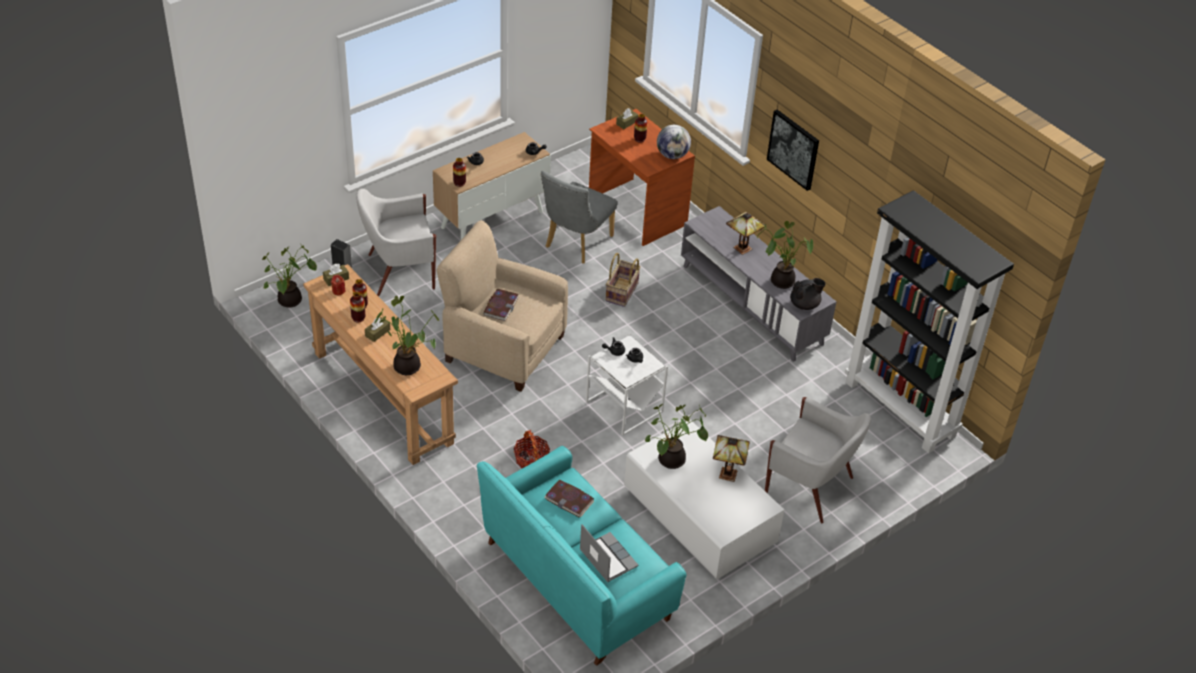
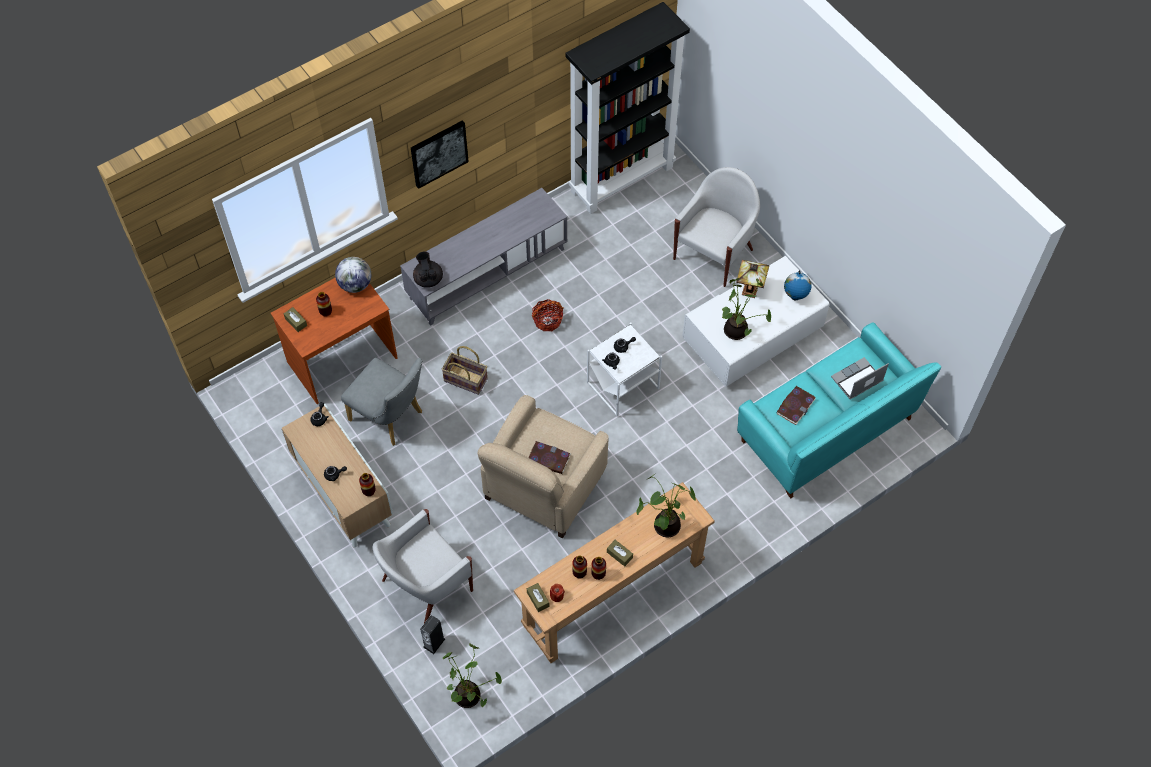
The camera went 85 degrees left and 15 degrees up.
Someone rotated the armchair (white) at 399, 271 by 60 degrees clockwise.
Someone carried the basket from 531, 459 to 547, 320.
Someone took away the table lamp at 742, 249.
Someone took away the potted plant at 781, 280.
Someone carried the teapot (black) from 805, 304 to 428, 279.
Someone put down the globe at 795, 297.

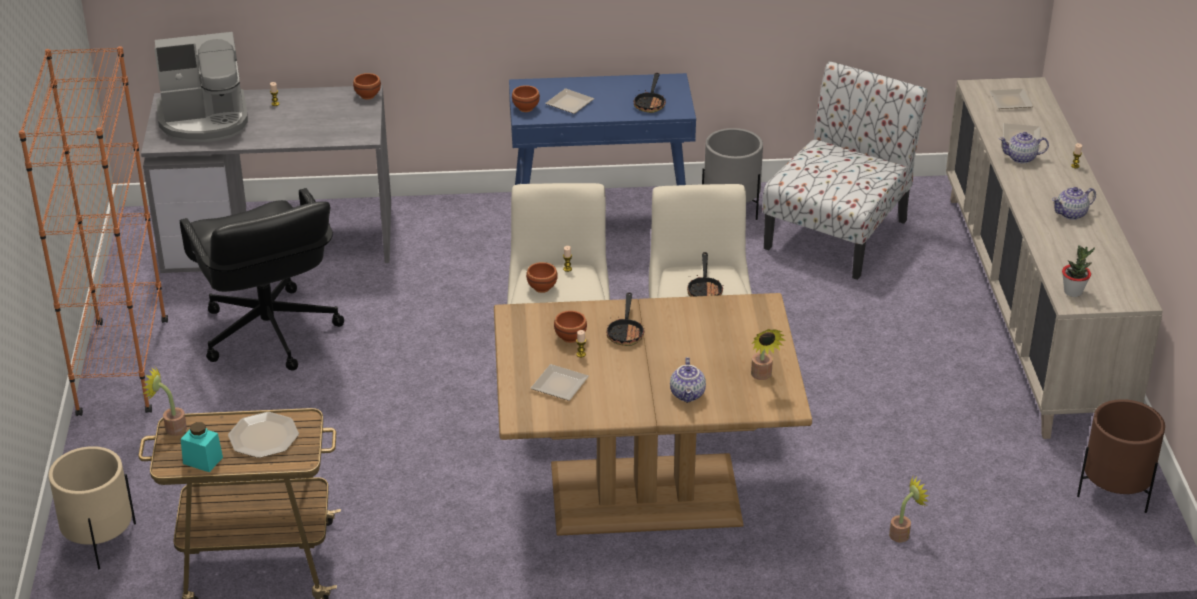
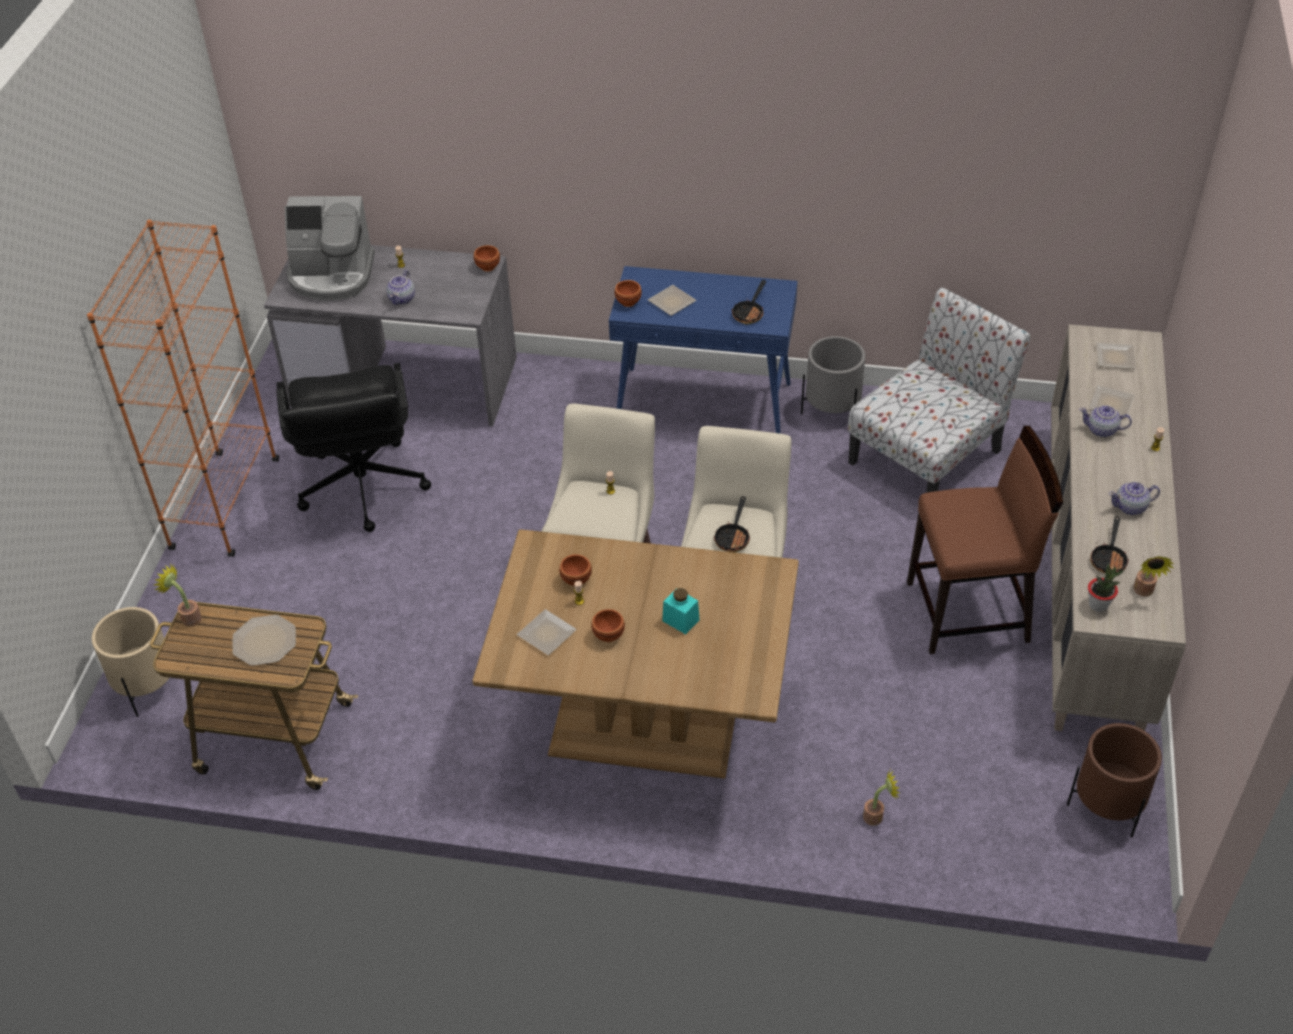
The camera went 15 degrees right and 10 degrees up.
Someone carried the jar (turquoise) from 203, 460 to 680, 620.
Someone carried the bowl (brown) from 541, 287 to 608, 634.
Someone carried the frying pan from 626, 332 to 1109, 558.
Someone carried the teapot from 688, 394 to 402, 299.
Someone carried the potted plant from 762, 376 to 1144, 592.
Someone put down the chair (brown) at 969, 612.

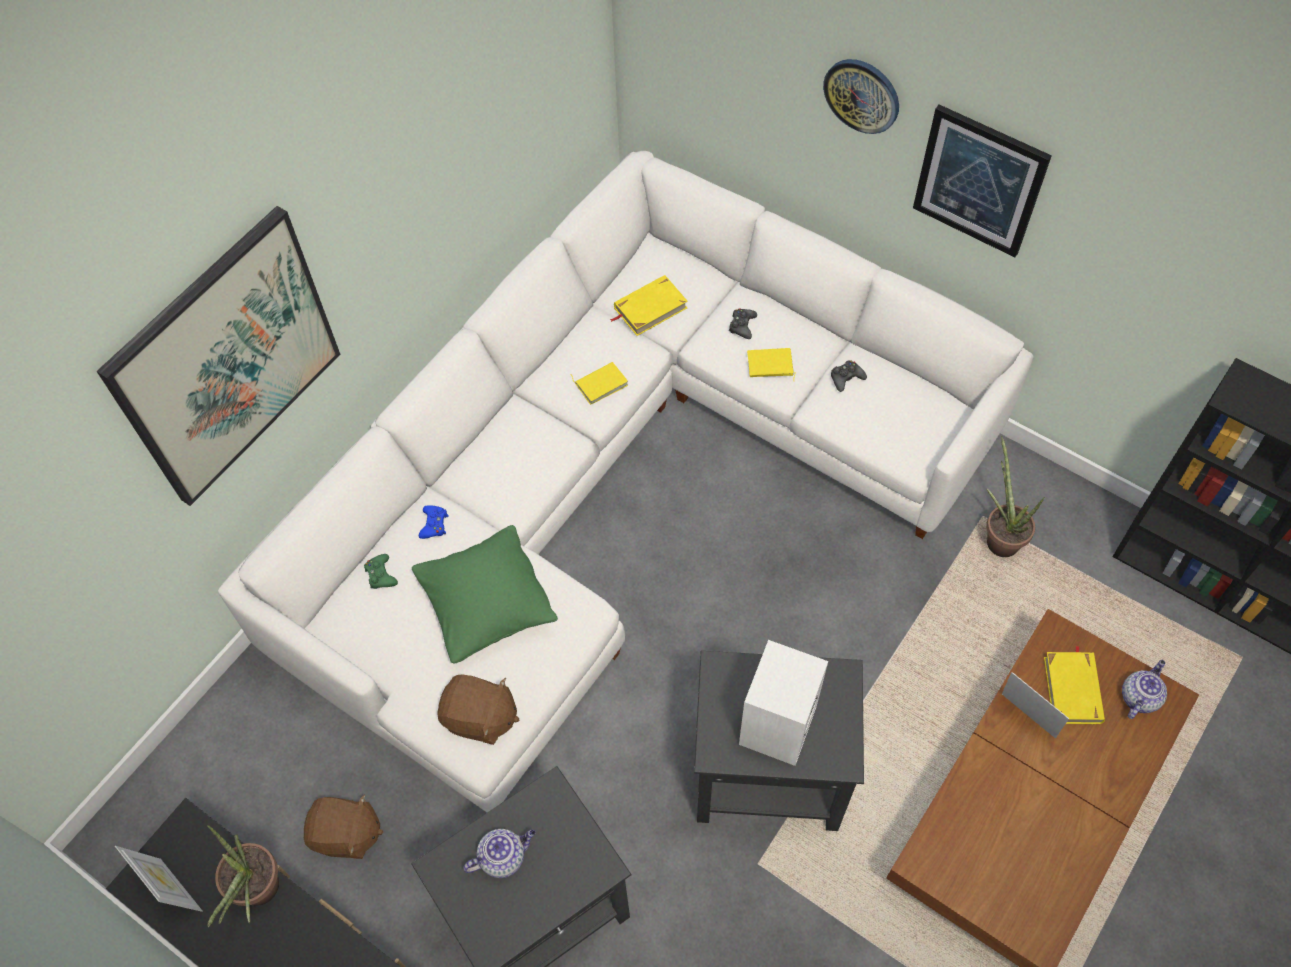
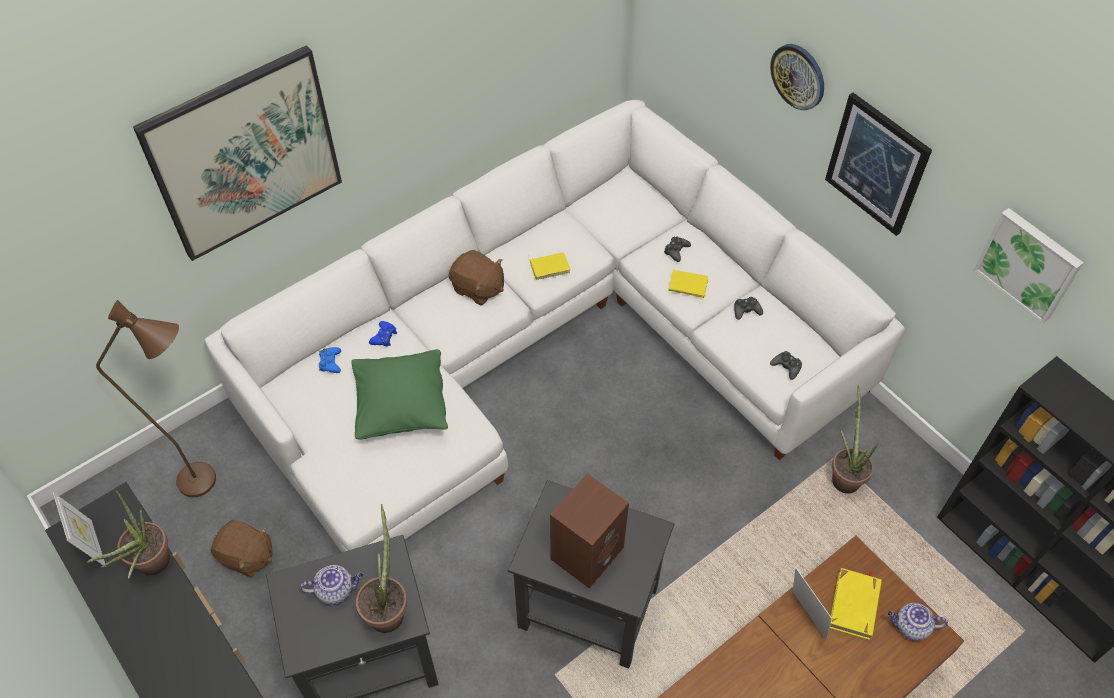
The camera went 15 degrees right and 5 degrees down.
Someone repainted the game controller (green) at 381, 575, which became the game controller (blue) at 330, 363.
Someone carried the plush toy (brown) from 480, 718 to 478, 288.
Someone took away the book (yellow) at 650, 308.
Someone repainted the speaker (white) at 776, 722, which became the speaker (brown) at 587, 551.
Someone rotated the teapot at 1139, 696 by 135 degrees counterclockwise.
Someone put down the floor lamp (brown) at 210, 483.
Someone put down the potted plant at 388, 608.
Someone put down the game controller (black) at 786, 367.
Someone put up the picture at 1029, 264.

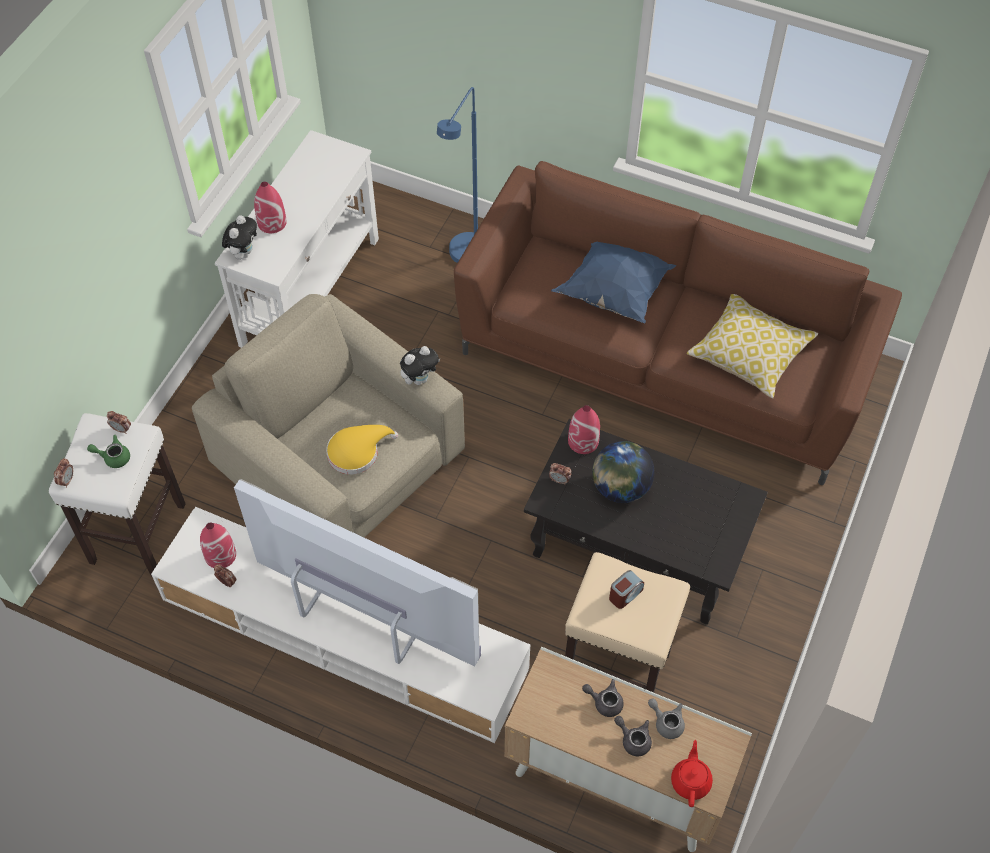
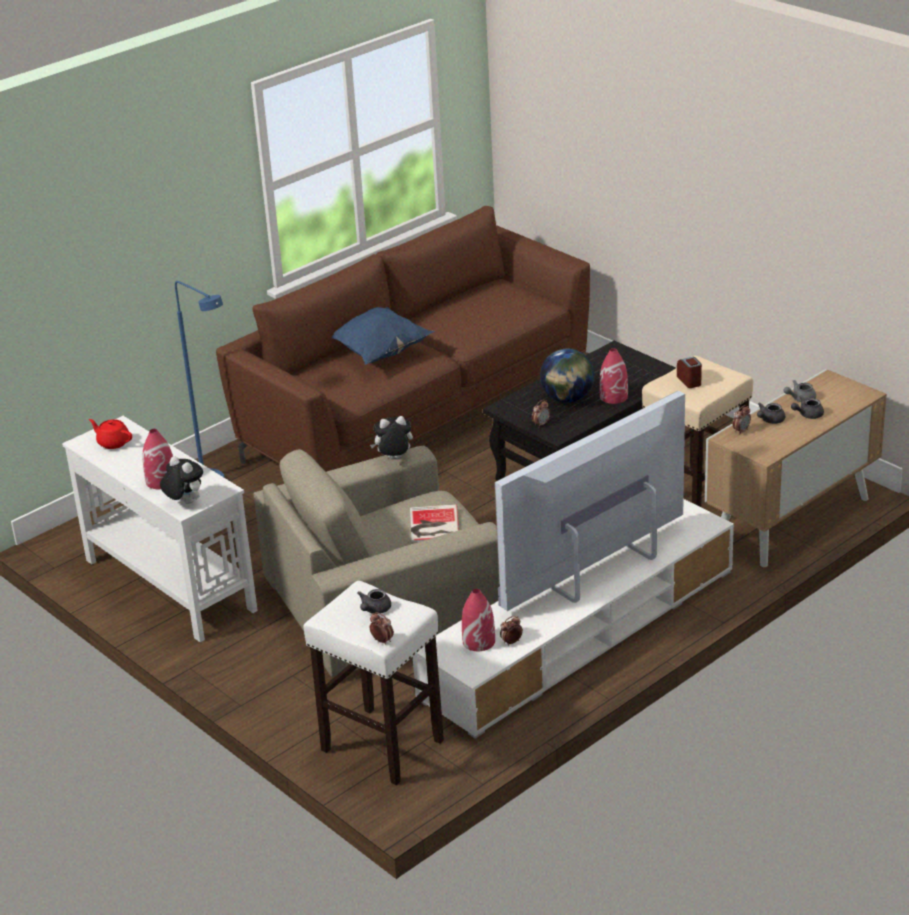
The camera went 65 degrees left and 25 degrees down.
Someone repainted the teapot (green) at 113, 457, which became the teapot (grey) at 374, 610.
Someone carried the alarm clock from 122, 429 to 741, 431.
Someone swapped the hat (yellow) at 357, 451 for the book at 433, 525.
Someone rotated the plush toy at 420, 379 by 90 degrees counterclockwise.
Someone carried the vase (red) from 583, 441 to 614, 396.
Someone carried the teapot (red) from 691, 781 to 113, 442.
Someone took away the pillow at 749, 354.

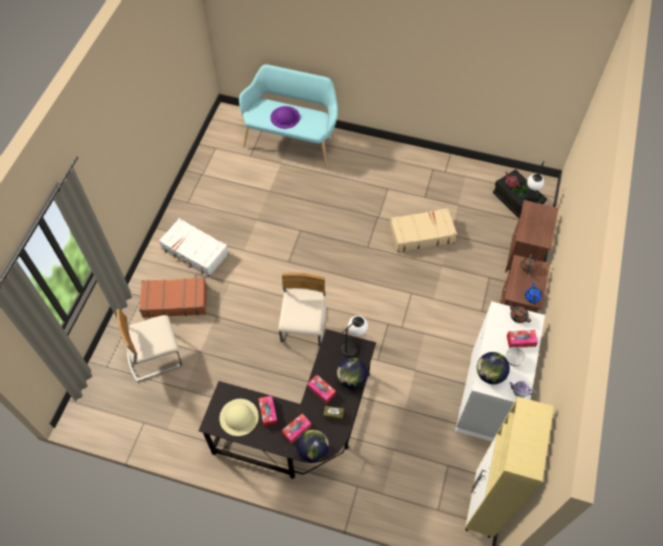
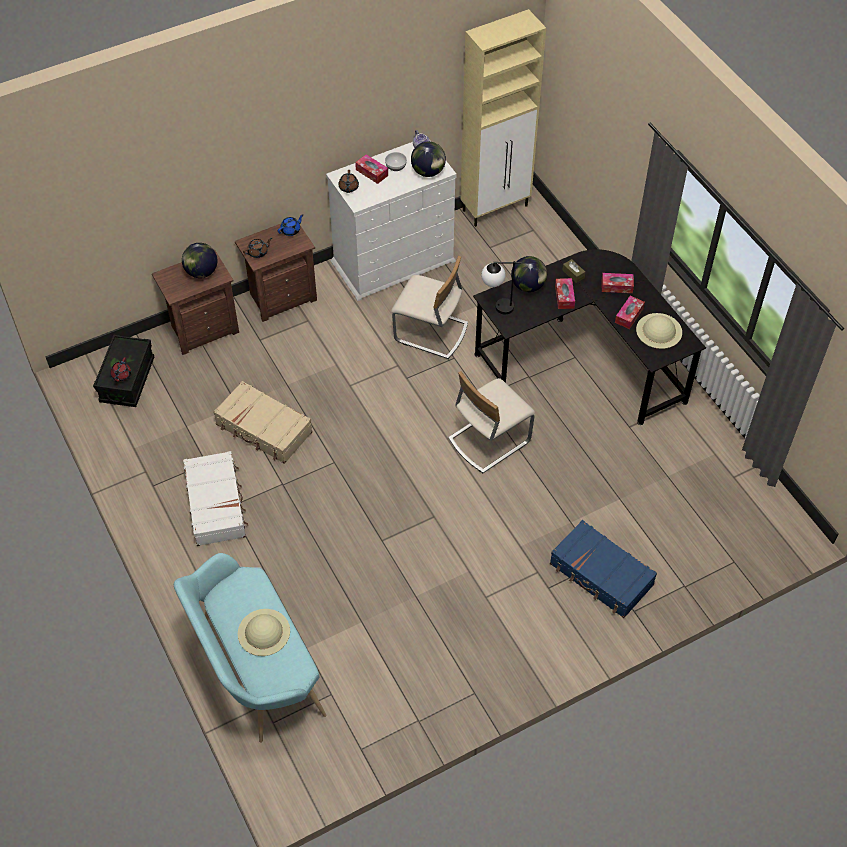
The camera went 135 degrees left and 5 degrees down.
Someone carried the chair (beige) from 154, 356 to 431, 333.
Someone repainted the suitcase (brown) at 175, 301, which became the suitcase (blue) at 601, 575.
Someone carried the suitcase (white) from 195, 252 to 216, 504.
Someone repainted the hat (purple) at 285, 117, which became the hat (beige) at 264, 632.
Someone carried the globe from 313, 450 to 201, 272.
Someone took away the table lamp at 529, 199.

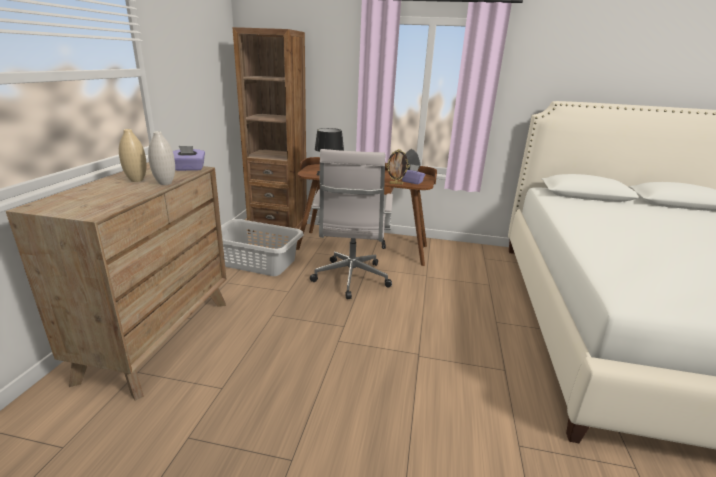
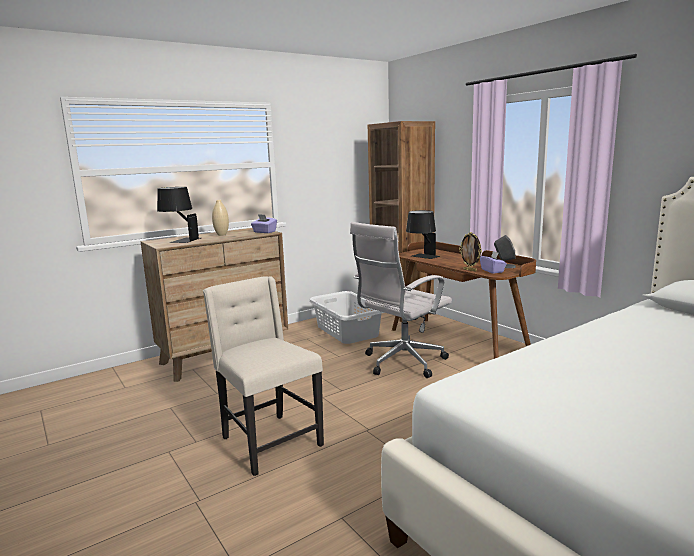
The camera went 45 degrees right and 10 degrees down.
Someone took away the vase (white) at 165, 183.
Someone put down the table lamp (black) at 180, 240.
Someone put down the chair (beige) at 269, 442.

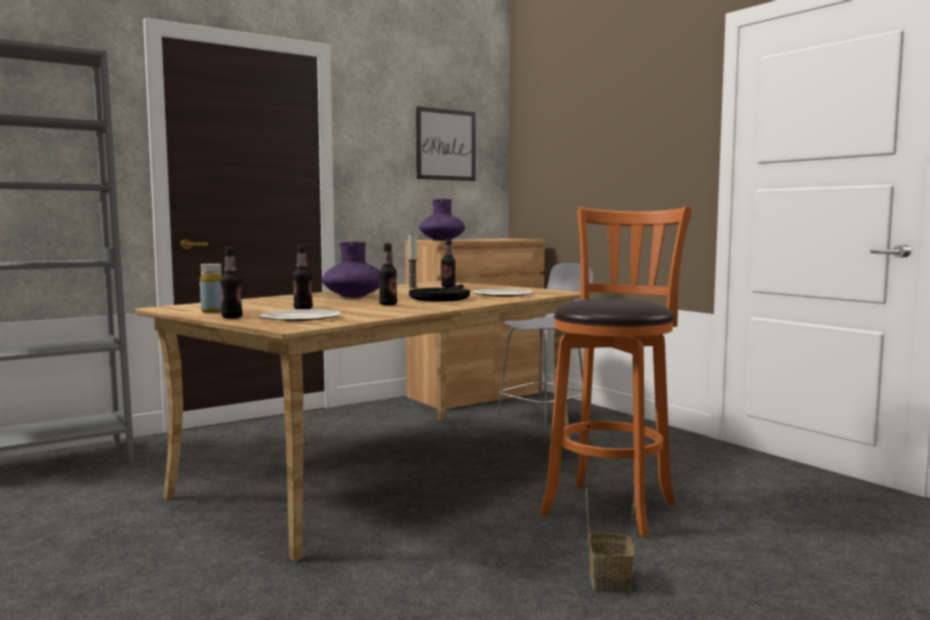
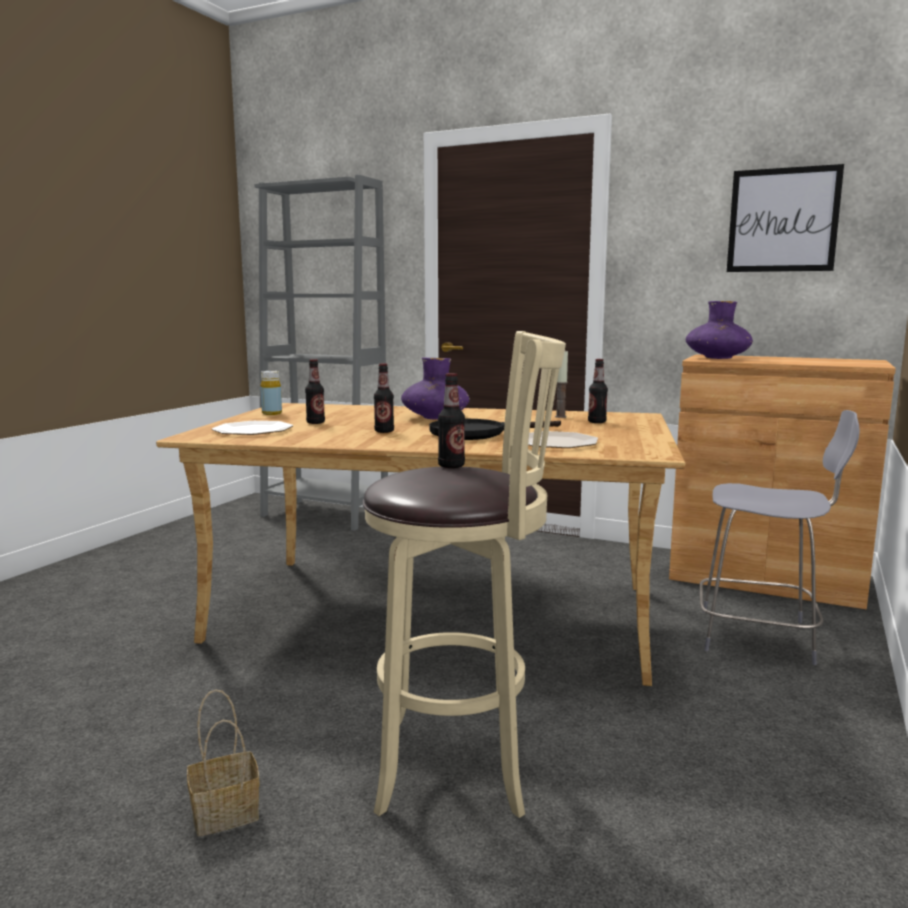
The camera went 60 degrees right and 5 degrees up.
Someone carried the bottle from 232, 317 to 451, 466.
Someone repainted the stool (orange) at 611, 506, which became the stool (beige) at 462, 764.

